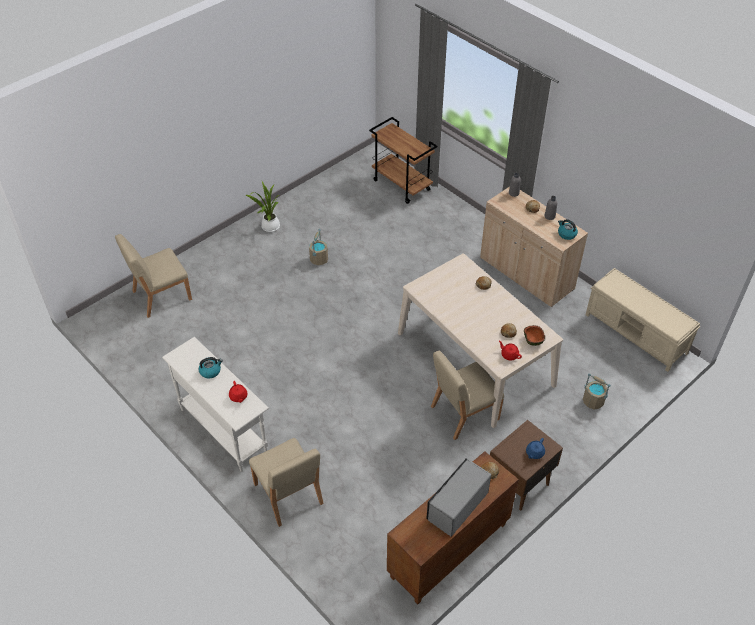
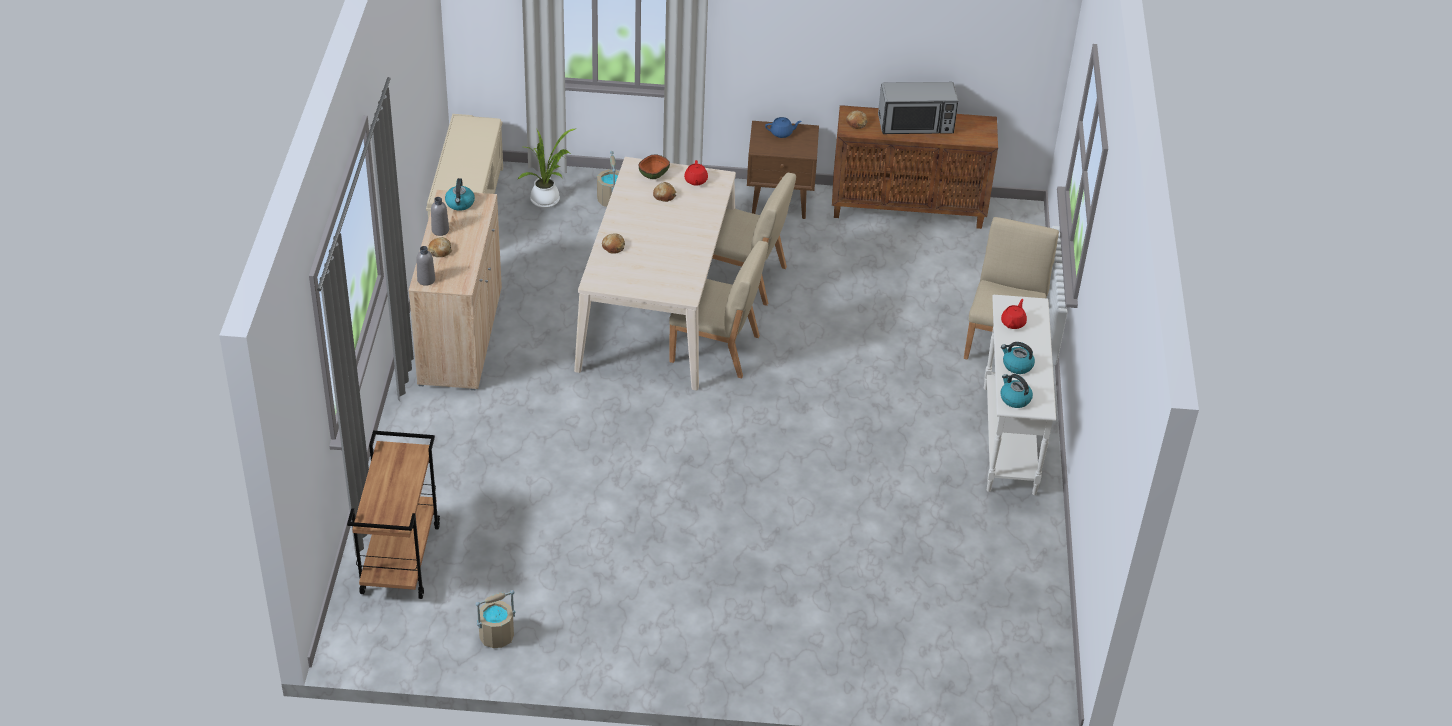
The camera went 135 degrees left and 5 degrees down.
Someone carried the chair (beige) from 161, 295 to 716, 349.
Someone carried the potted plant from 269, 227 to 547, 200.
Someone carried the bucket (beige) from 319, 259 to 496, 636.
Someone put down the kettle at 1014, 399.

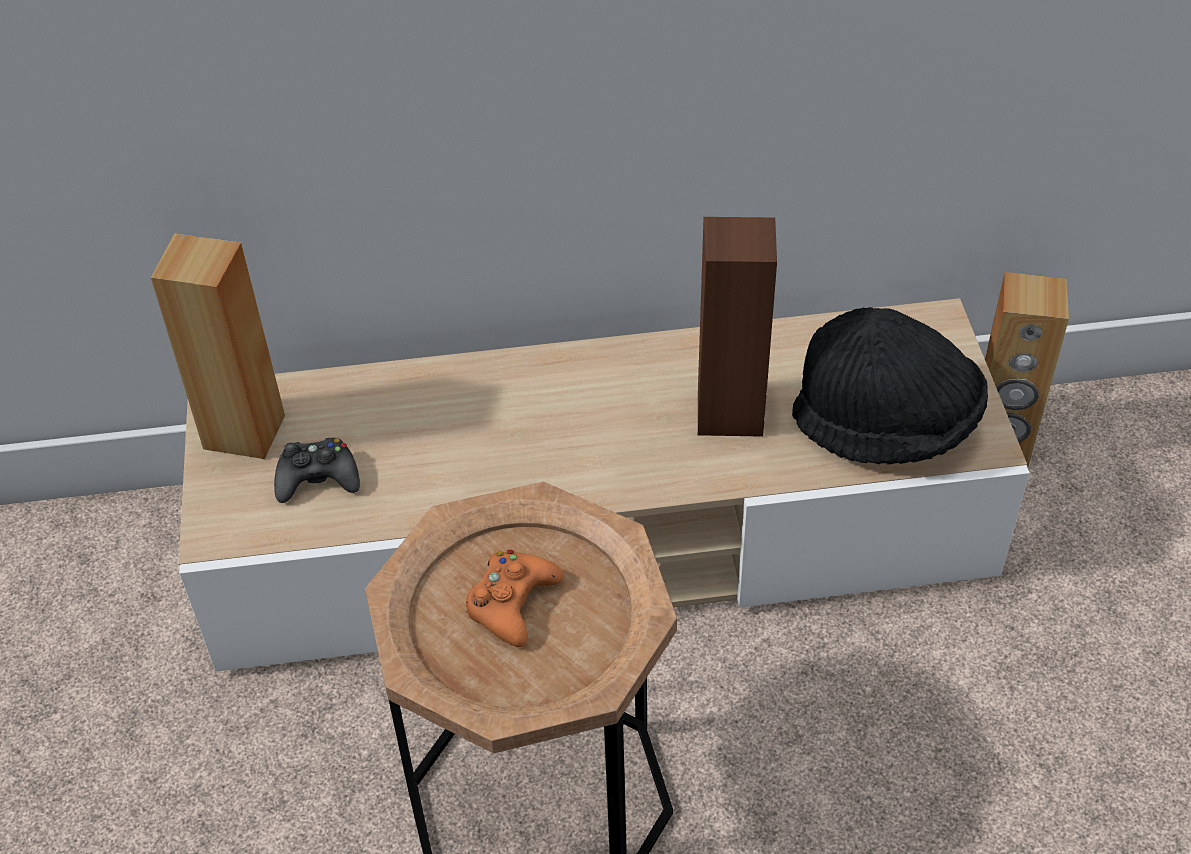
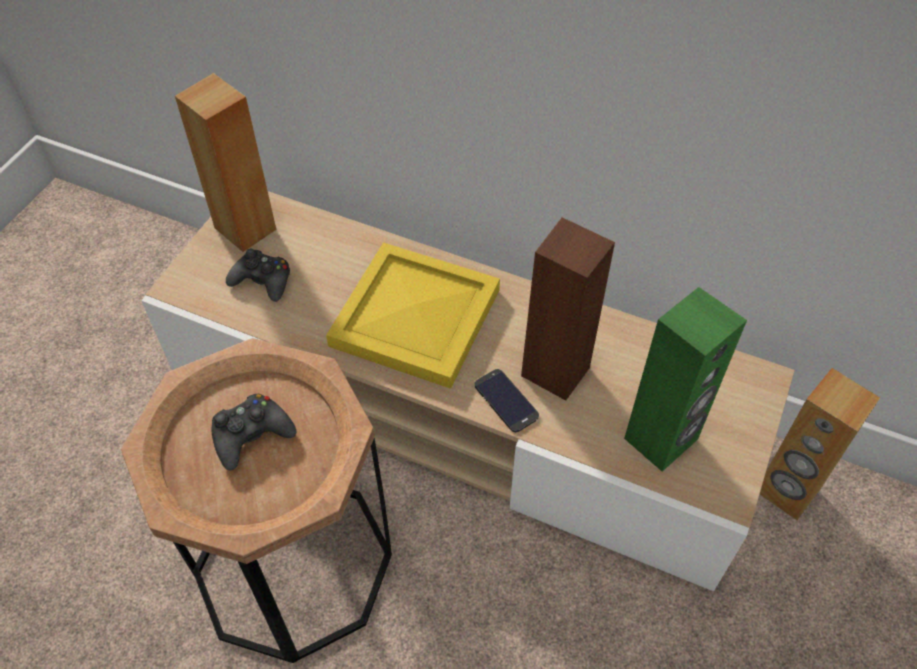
The camera went 30 degrees right and 5 degrees up.
Someone repainted the game controller (orange) at 512, 603, which became the game controller (black) at 251, 435.
Someone swapped the hat (black) at 886, 425 for the speaker (green) at 661, 439.
Someone put down the tray (yellow) at 414, 315.
Someone put down the phone at 506, 401.

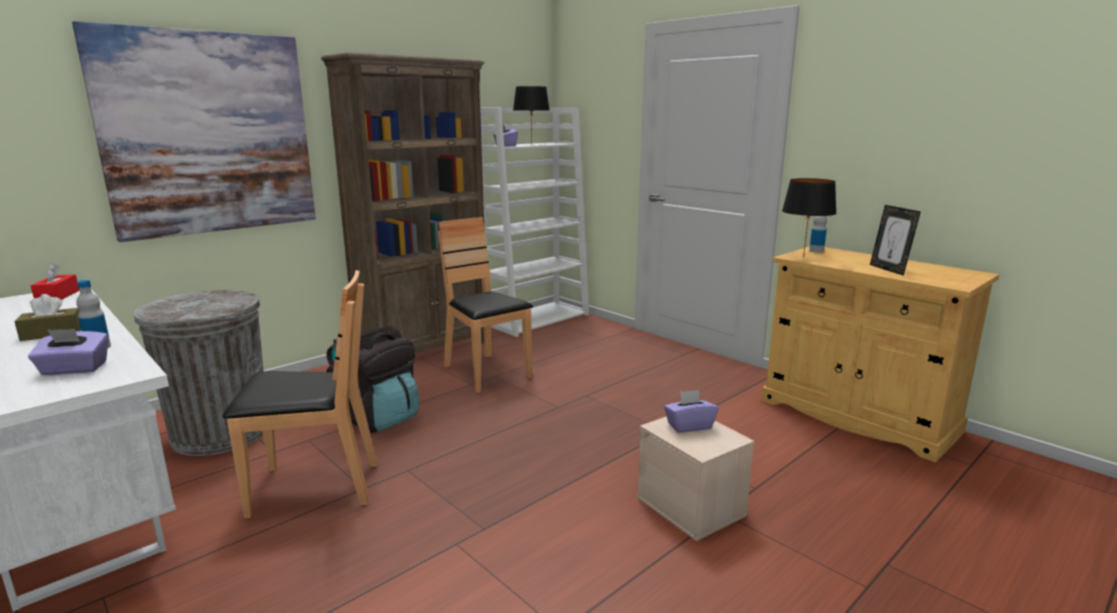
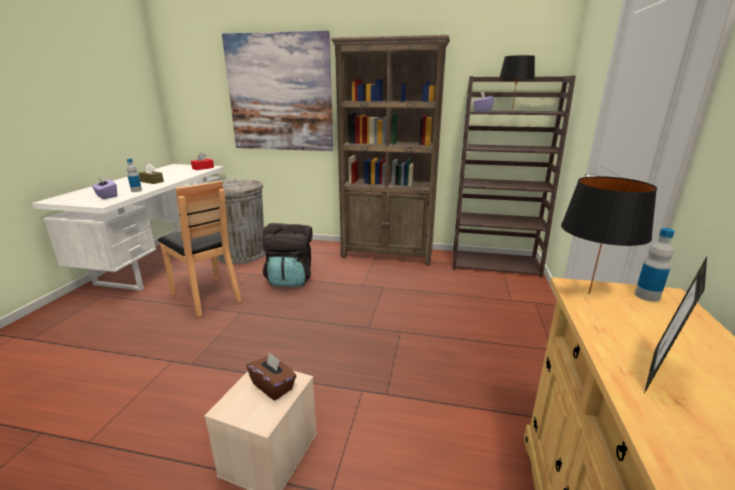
The camera went 55 degrees right and 5 degrees up.
Someone took away the chair (brown) at 486, 373.
Someone repainted the bookcase (white) at 537, 319, which became the bookcase (brown) at 495, 263.
Someone repainted the tissue box (purple) at 689, 426, which became the tissue box (brown) at 273, 386.

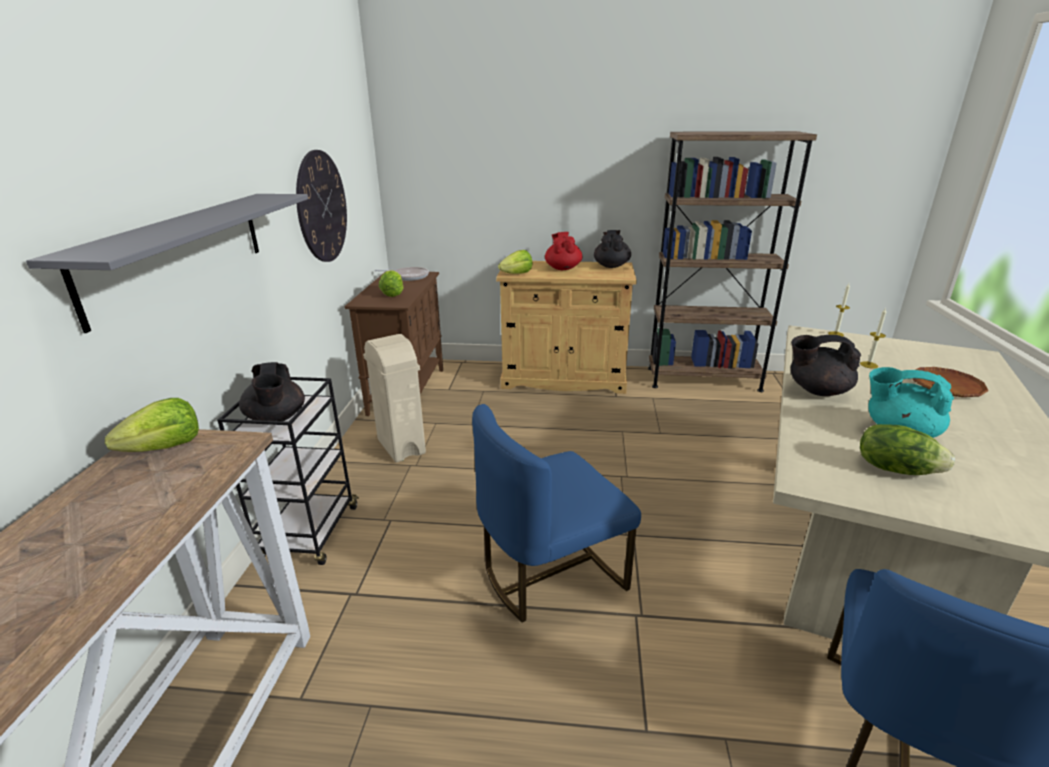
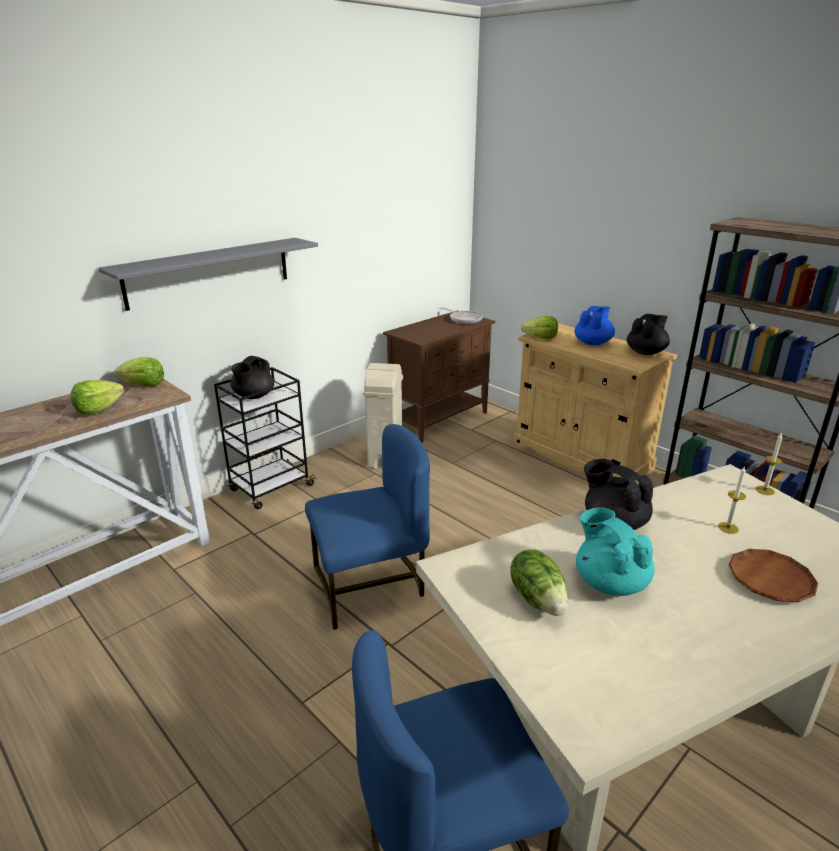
The camera went 40 degrees right and 0 degrees up.
Someone took away the wall clock at 322, 207.
Someone carried the lettuce from 393, 294 to 98, 409.
Someone rotated the chair (blue) at 550, 573 by 150 degrees clockwise.
Someone repainted the teapot (red) at 563, 268, which became the teapot (blue) at 593, 343.

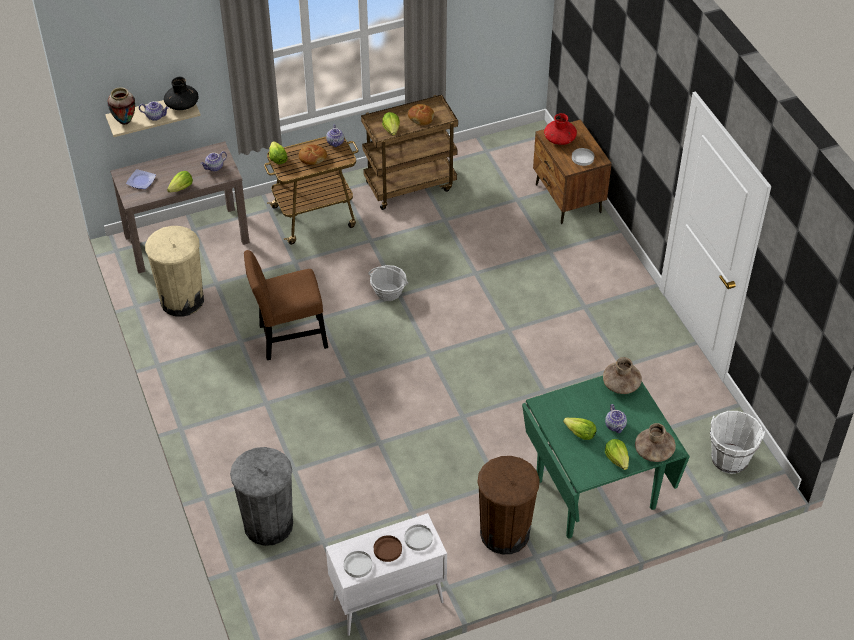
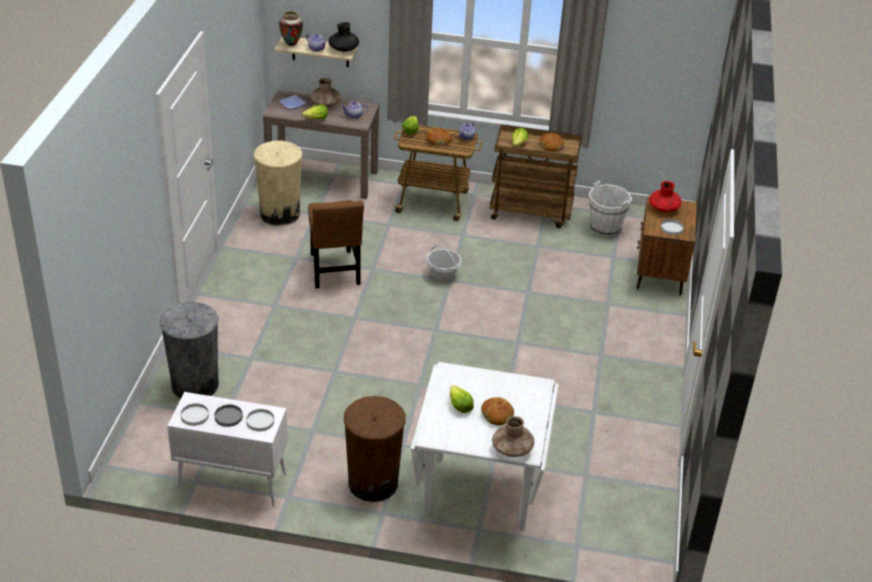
The camera went 30 degrees right and 10 degrees down.
Someone rotated the chair (brown) at 289, 338 by 120 degrees counterclockwise.
Someone repainted the plate (brown) at 388, 549, which became the plate (grey) at 228, 417.
Someone repainted the dining table (green) at 595, 493, which became the dining table (white) at 479, 492.
Someone carried the vase (brown) from 621, 384 to 325, 104.
Someone swapped the teapot at 615, 425 for the bread at 497, 415.
Someone took away the lettuce at 617, 459.
Someone carried the bucket (white) from 729, 459 to 605, 227.

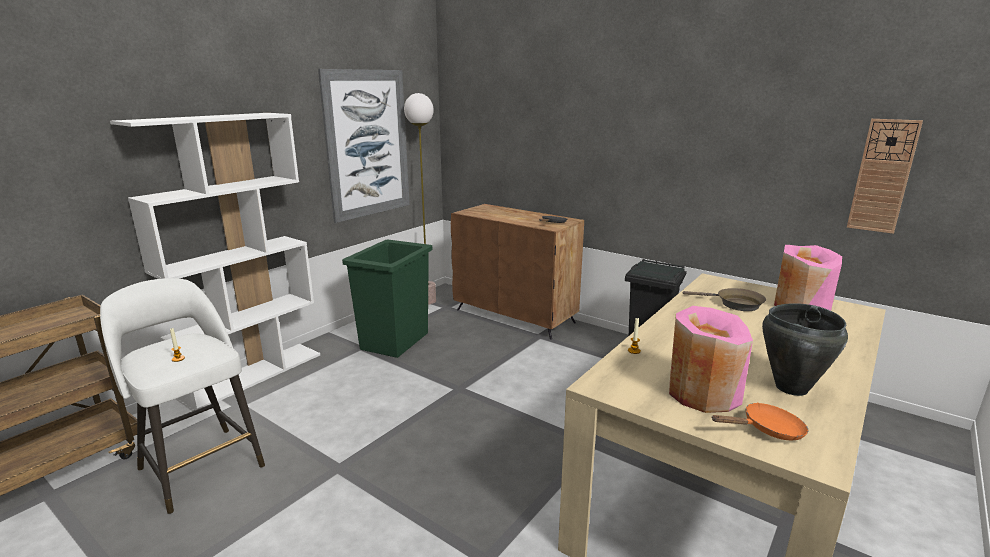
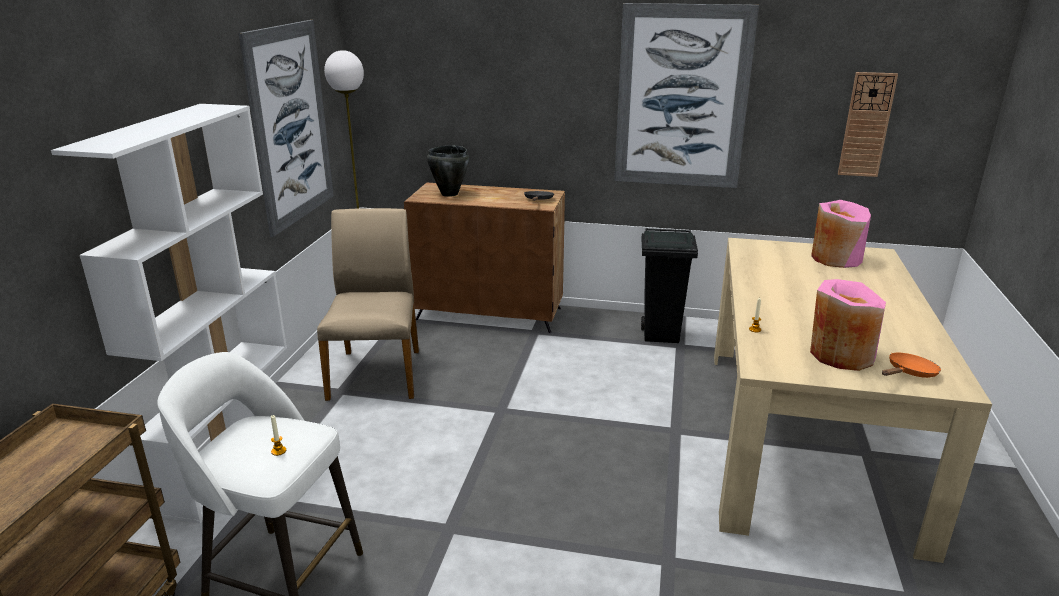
The camera went 25 degrees left and 5 degrees up.
Someone swapped the trash can (green) at 396, 341 for the chair (beige) at 376, 373.
Someone took away the frying pan (brown) at 735, 304.
Someone carried the cooking pot (black) from 790, 388 to 449, 194.
Someone put up the picture at 682, 98.

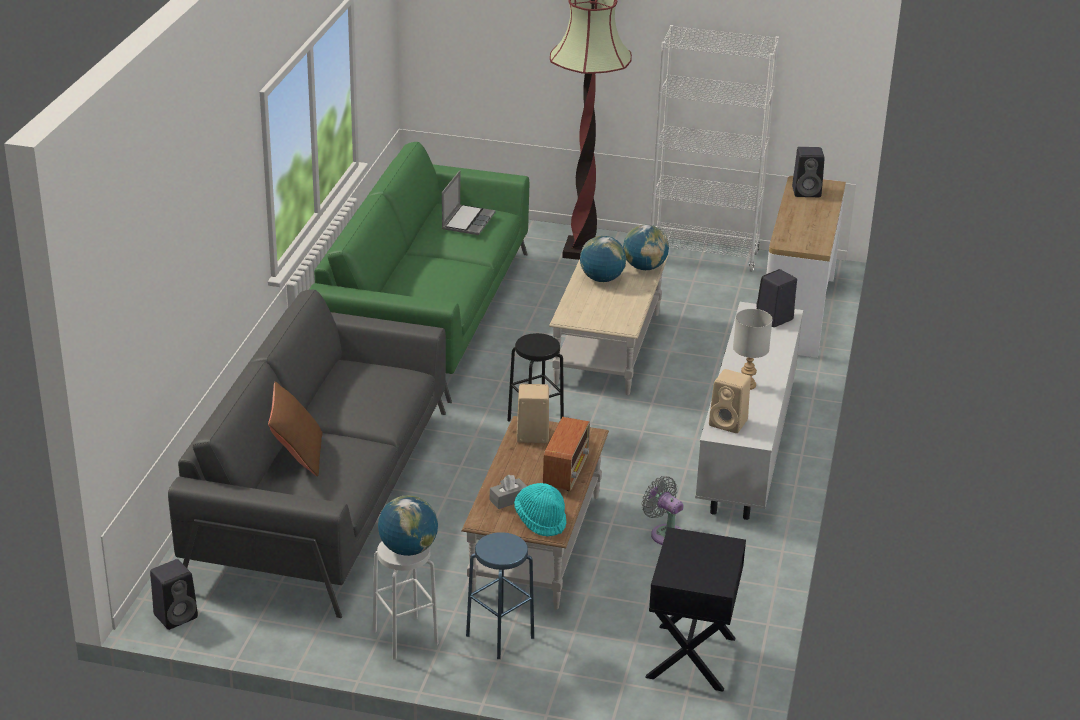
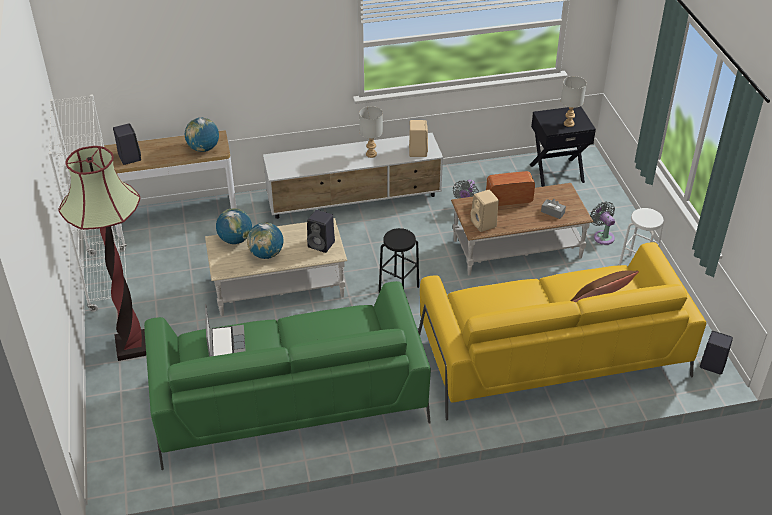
The camera went 115 degrees left and 10 degrees up.
Someone repainted the sofa (grey) at 321, 495, which became the sofa (yellow) at 552, 355.
Someone carried the globe from 408, 549 to 203, 148.
Someone rotated the laptop at 467, 221 by 90 degrees clockwise.
Someone swapped the stool (blue) at 500, 636 for the fan (grey) at 602, 236.
Someone took away the hat (turquoise) at 541, 520.
Someone carried the speaker (black) from 773, 319 to 322, 244.
Someone put down the table lamp (grey) at 569, 123.

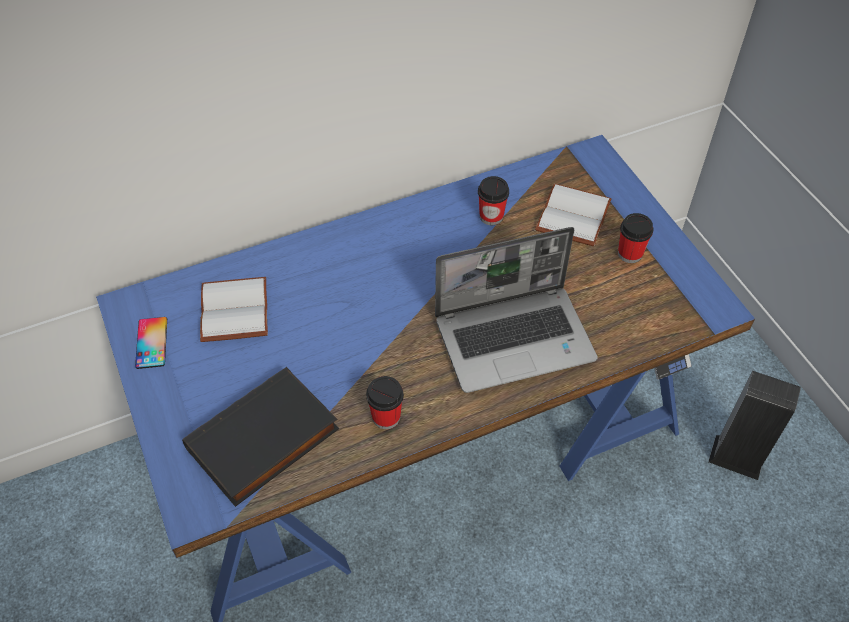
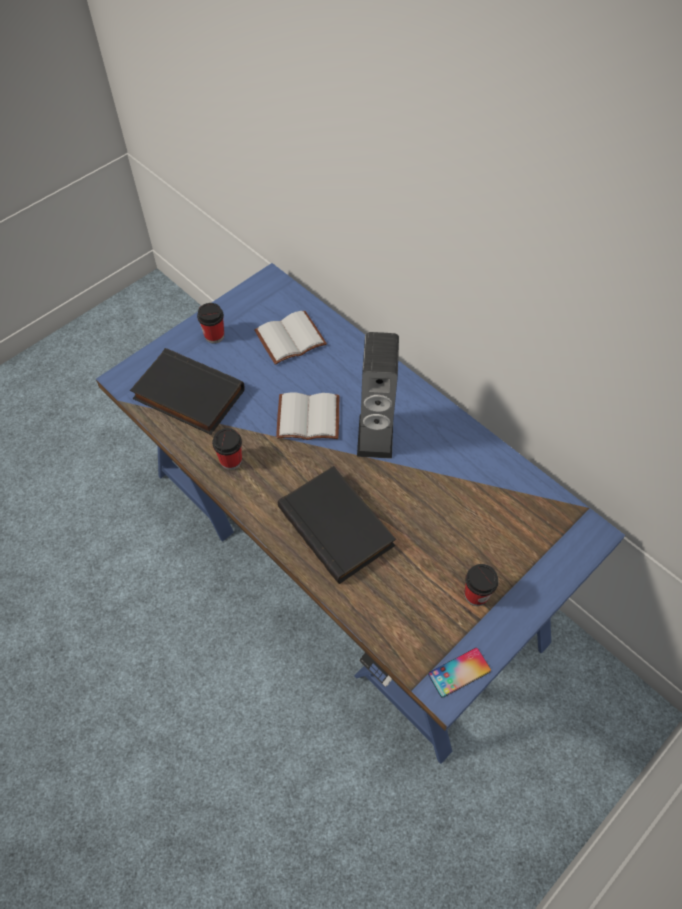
The camera went 70 degrees right and 5 degrees up.
Someone carried the phone from 151, 343 to 459, 672.
Someone swapped the laptop at 515, 338 for the book (black) at 338, 526.
Someone carried the cup from 491, 216 to 214, 336.
Someone carried the book (white) from 571, 214 to 309, 416.
Someone carried the speaker from 736, 457 to 375, 436.

